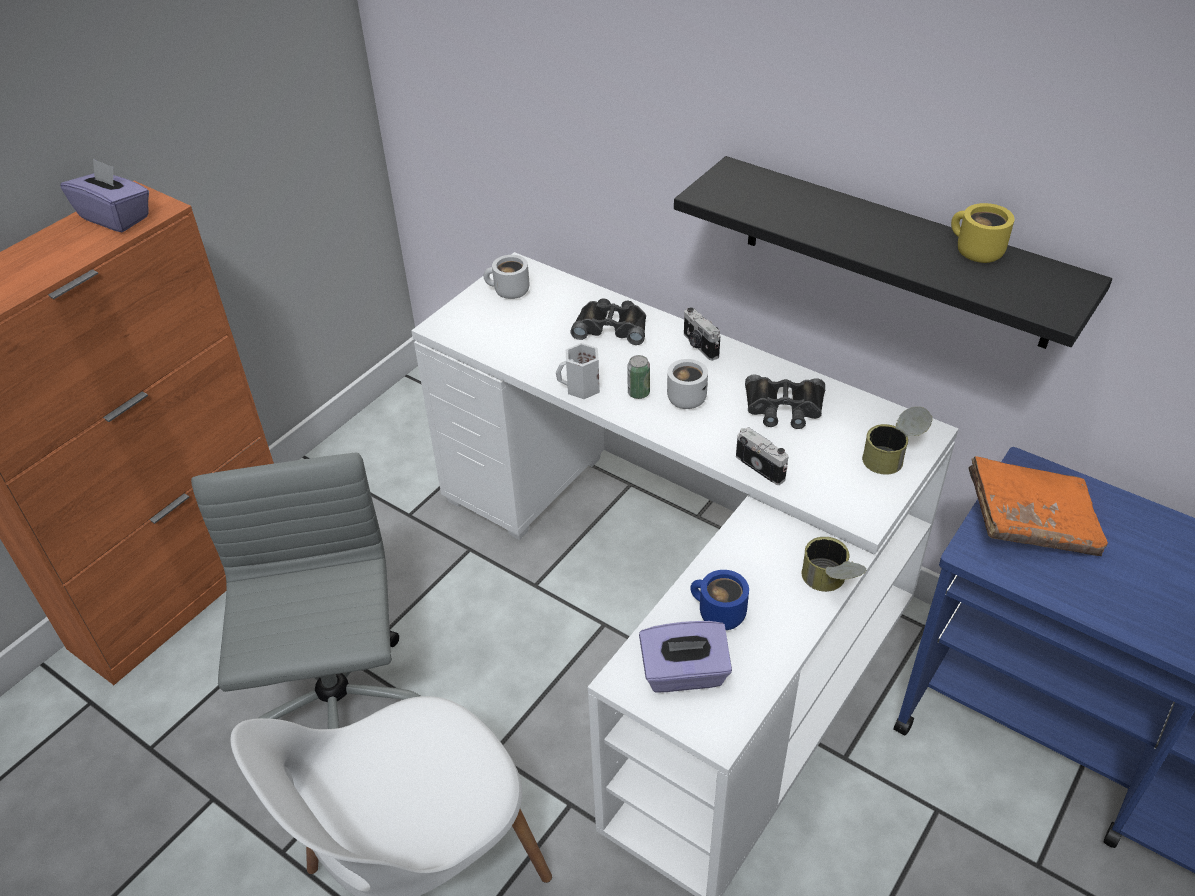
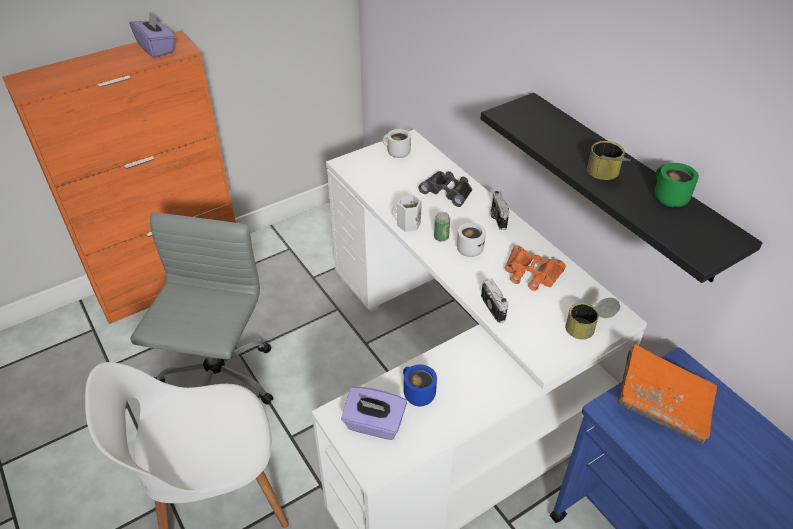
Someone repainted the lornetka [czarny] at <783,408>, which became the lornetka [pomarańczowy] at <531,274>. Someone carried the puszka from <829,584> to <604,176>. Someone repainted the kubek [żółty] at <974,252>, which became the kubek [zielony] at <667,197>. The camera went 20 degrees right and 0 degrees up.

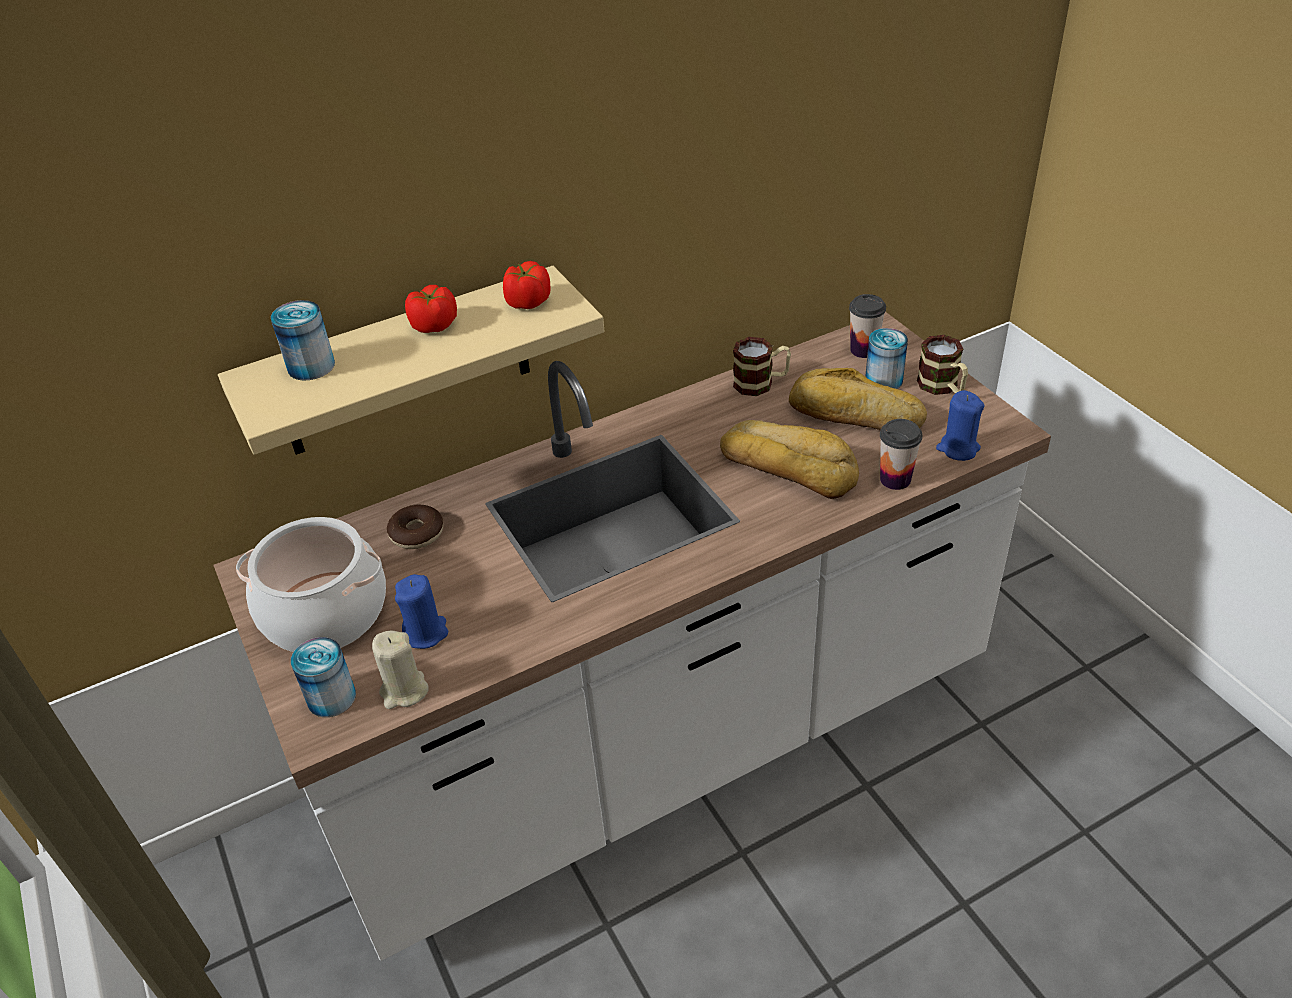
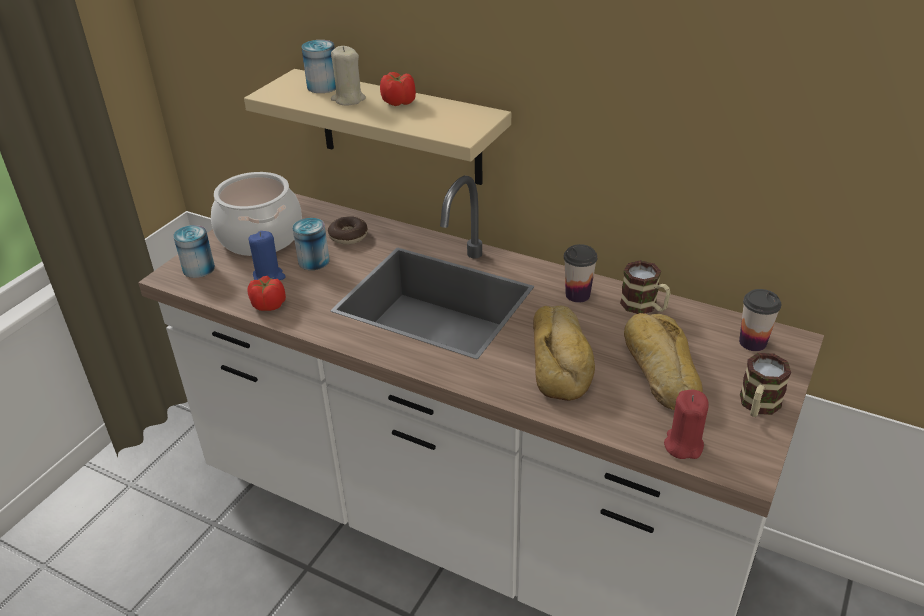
Someone carried the pomidor from <528,302> to <268,305>. Someone carried the puszka from <883,380> to <314,261>. Someone carried the świeca [beżowy] from <404,691> to <348,99>. Someone carried the filiżanka from <895,479> to <577,295>. Someone repainted the świeca [niebieski] at <958,448>, which became the świeca [czerwony] at <683,445>. The camera went 55 degrees right and 5 degrees down.

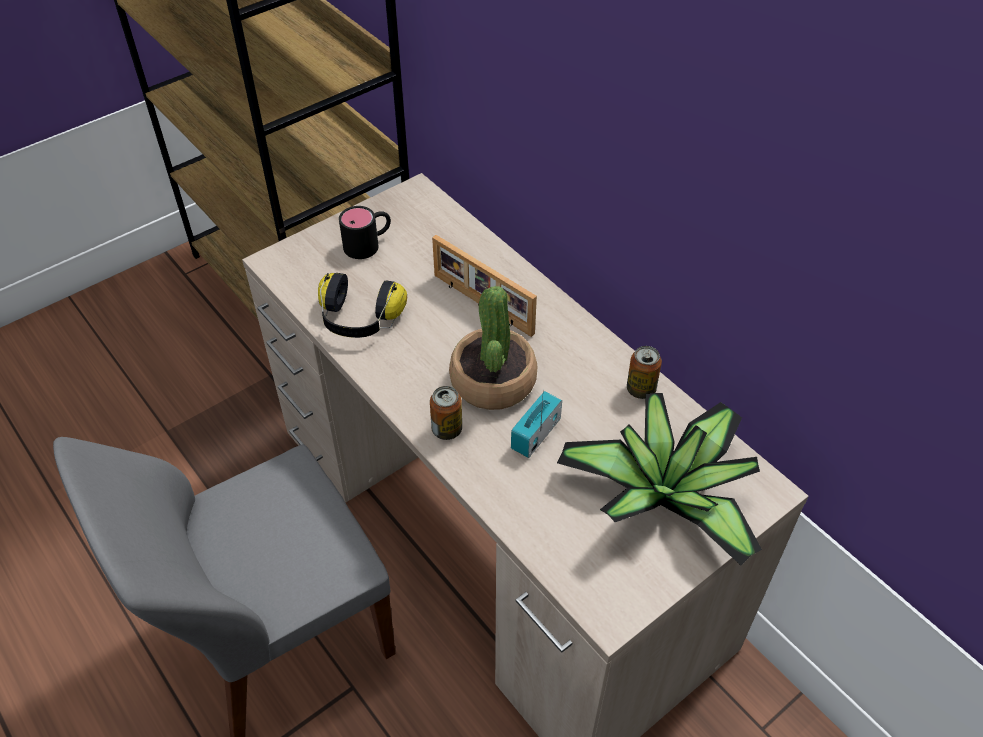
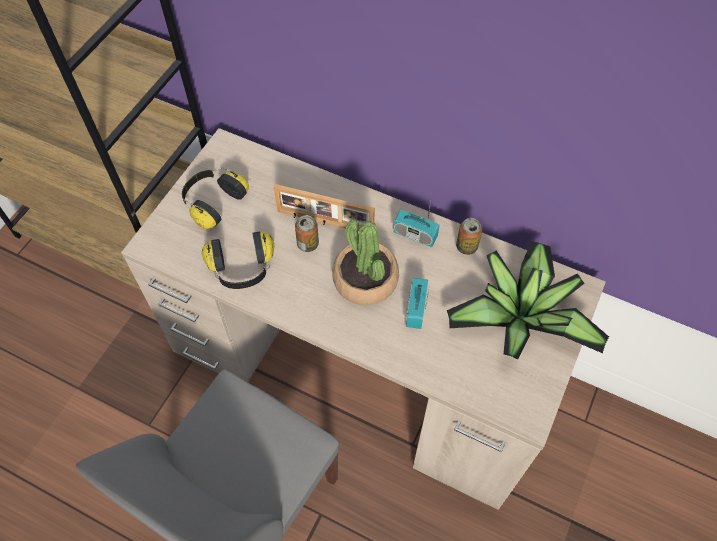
Someone swapped the kubek [czarny] at <368,244> for the słuchawki at <213,203>. Someone carried the puszka from <447,429> to <308,244>. Someone put down the radio at <415,235>. The camera went 25 degrees left and 10 degrees up.

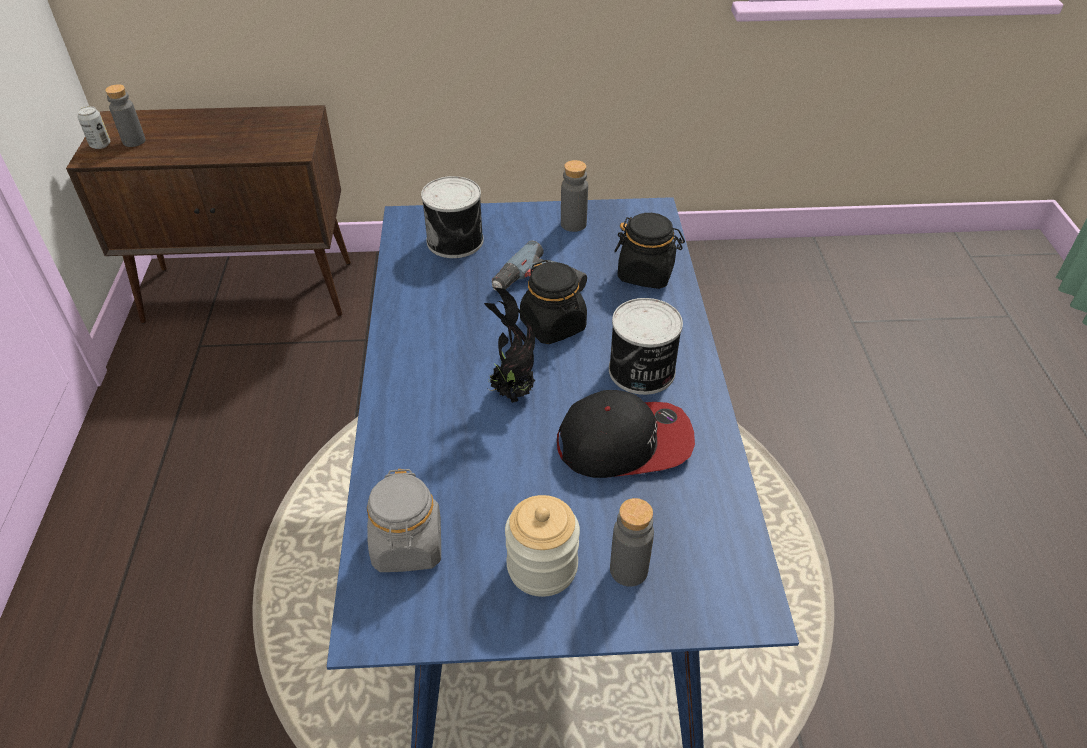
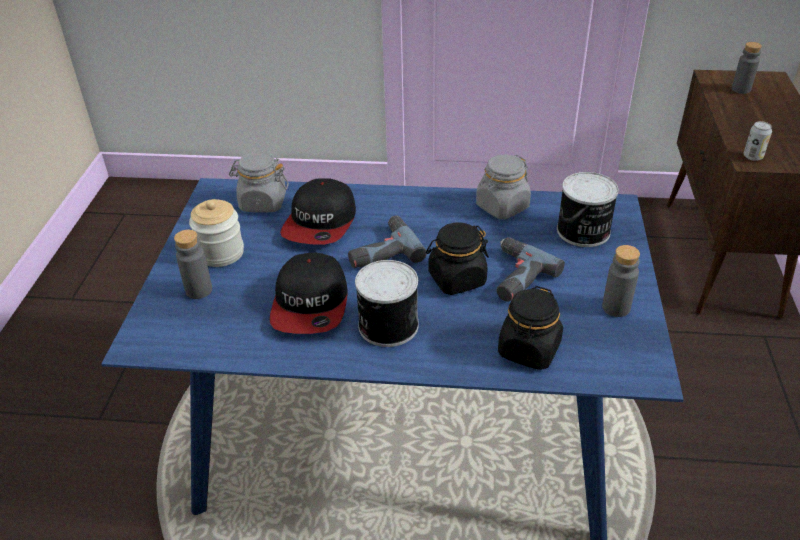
Someone put down the czapka z daszkiem at <321,223>. Someone swapped the roślina doniczkowa at <510,393> for the wiertarka at <381,250>. Someone put down the słoik [szary] at <502,207>. Someone carried the puszka from <100,145> to <753,157>. The camera went 100 degrees right and 5 degrees down.

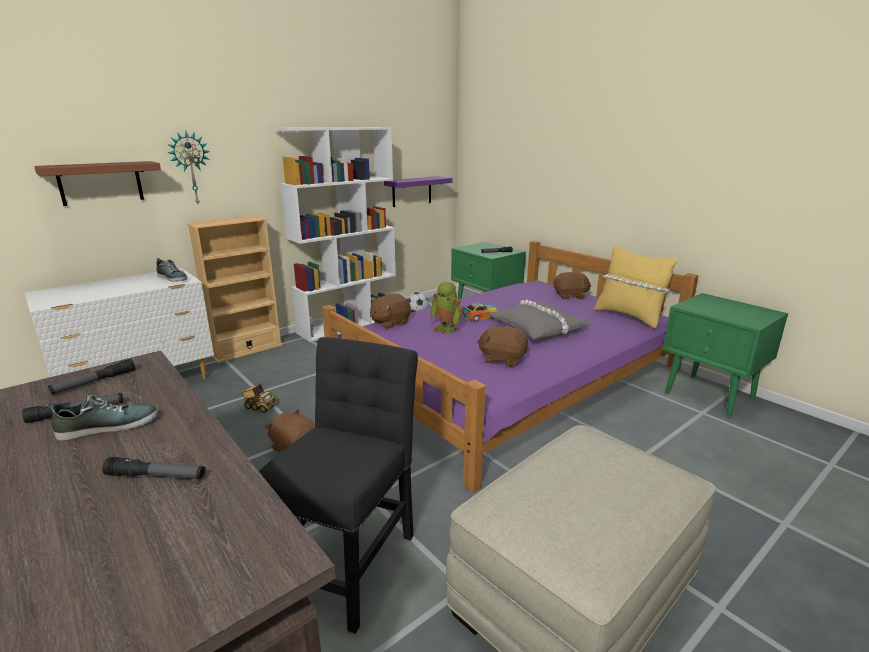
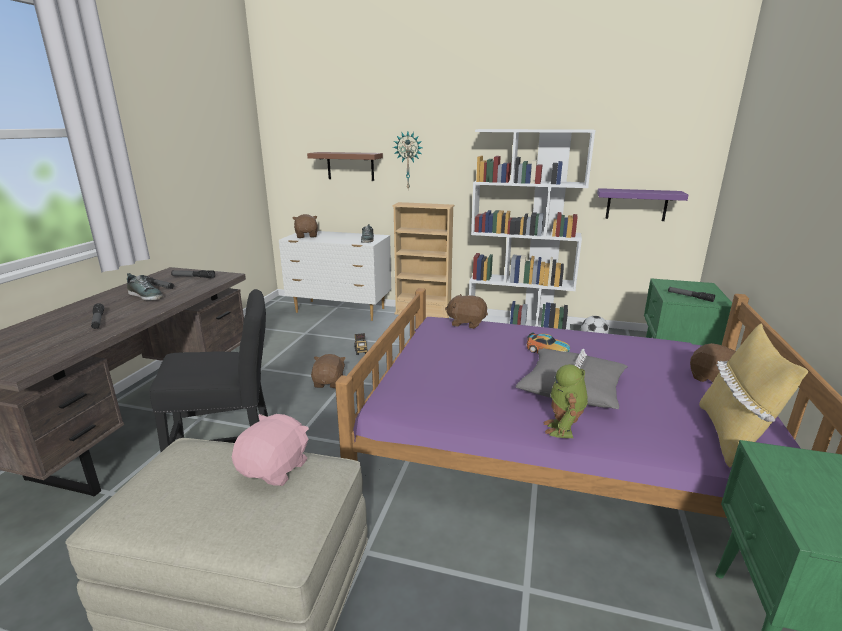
Someone put down the pluszak [różowy] at <275,469>. Someone carried the pluszak [brązowy] from <502,359> to <307,236>. Someone carried the robot zabawkowy from <446,328> to <563,429>. The camera went 55 degrees right and 0 degrees up.

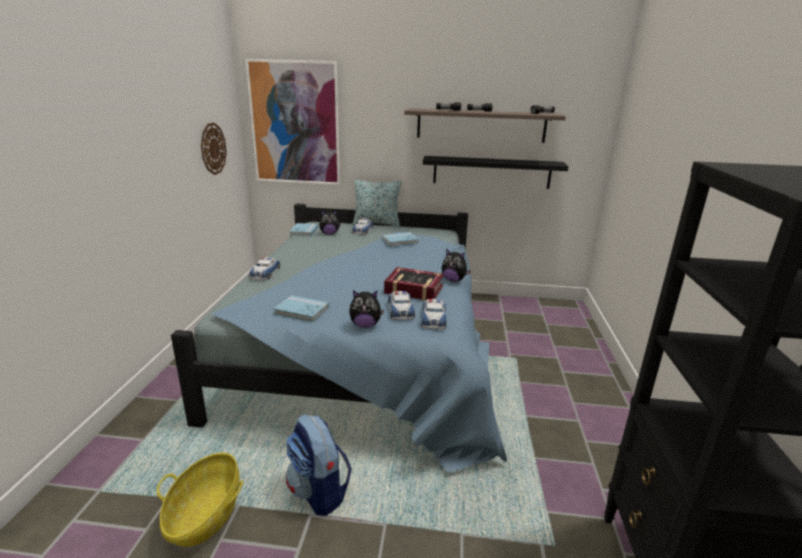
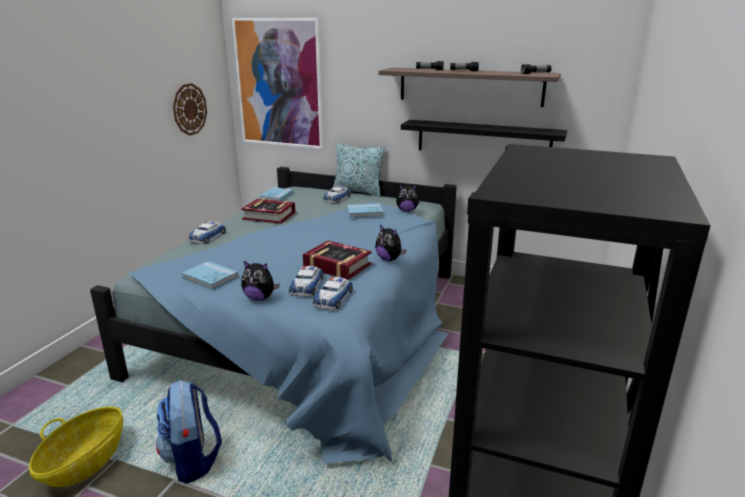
Someone put down the książka at <269,216>. Someone carried the pluszak from <329,234> to <407,210>. The camera went 15 degrees right and 0 degrees up.

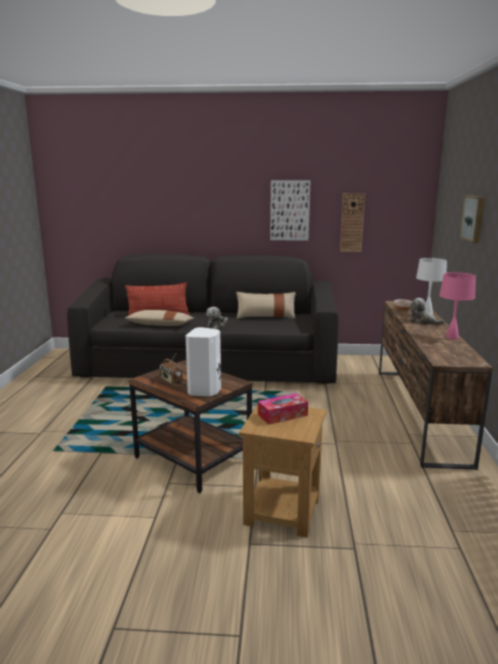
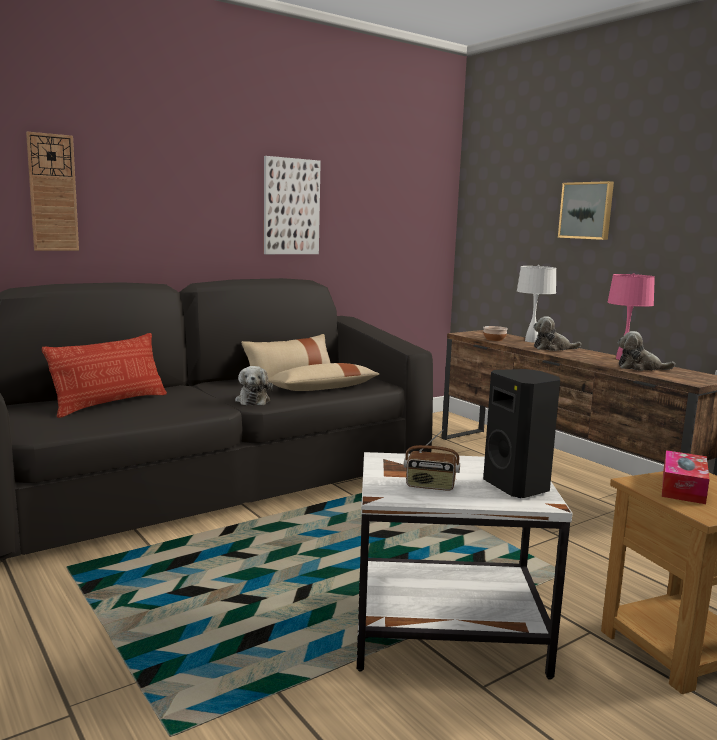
Someone carried the zegar ścienny from <352,222> to <53,193>. Someone carried the poduszka [beżowy] from <160,325> to <323,389>. Someone repainted the stolik [brązowy] at <193,459>, which became the stolik [biały] at <447,631>. Someone repainted the głośnik [biały] at <205,391>, which became the głośnik [czarny] at <518,487>. Someone put down the pluszak at <640,368>. The camera went 40 degrees left and 5 degrees down.

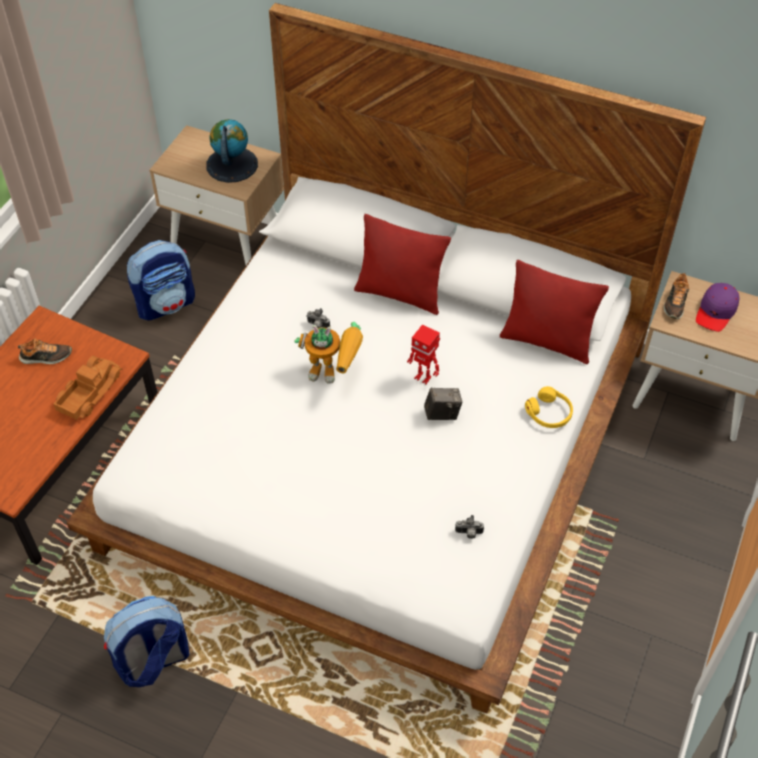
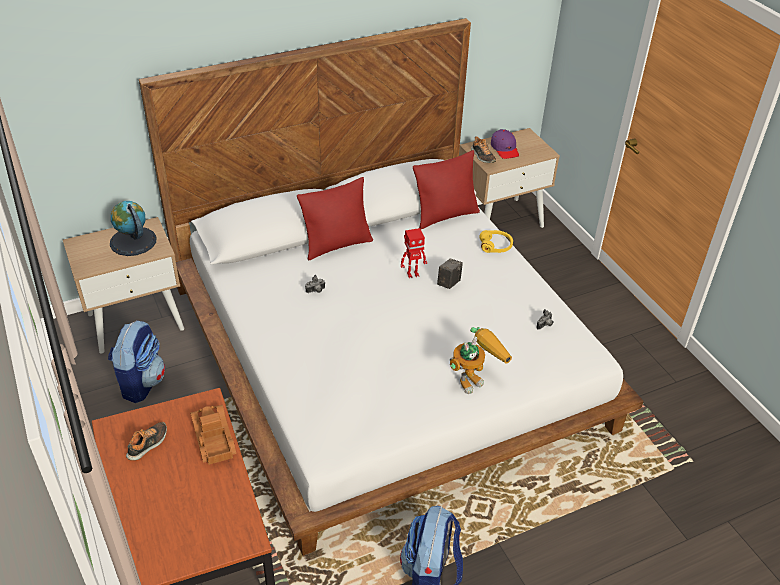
Someone carried the robot zabawkowy from <334,372> to <474,377>. The camera went 50 degrees left and 10 degrees down.

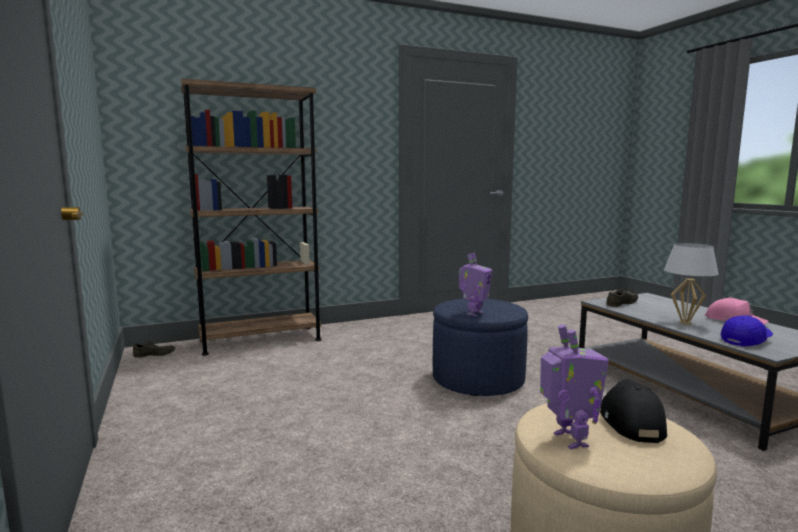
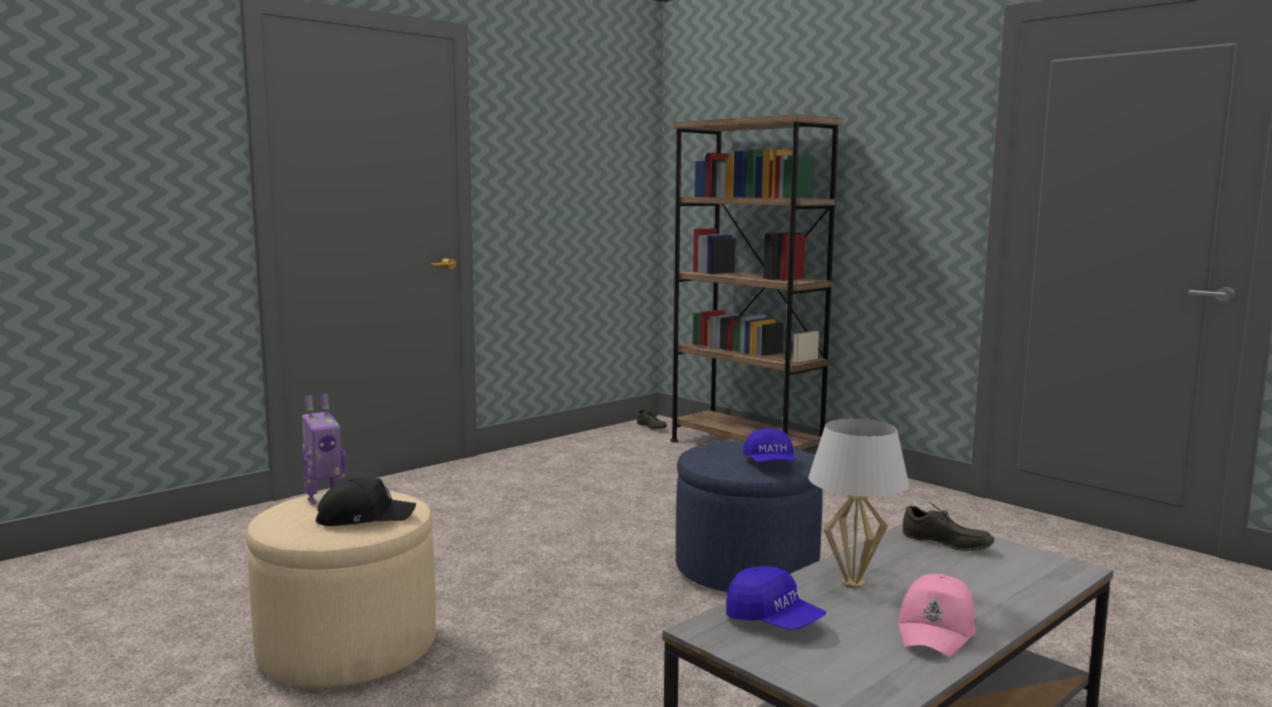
Someone put down the czapka z daszkiem [niebieski] at <770,463>. Someone took away the robot zabawkowy at <474,313>. The camera went 70 degrees right and 0 degrees up.

